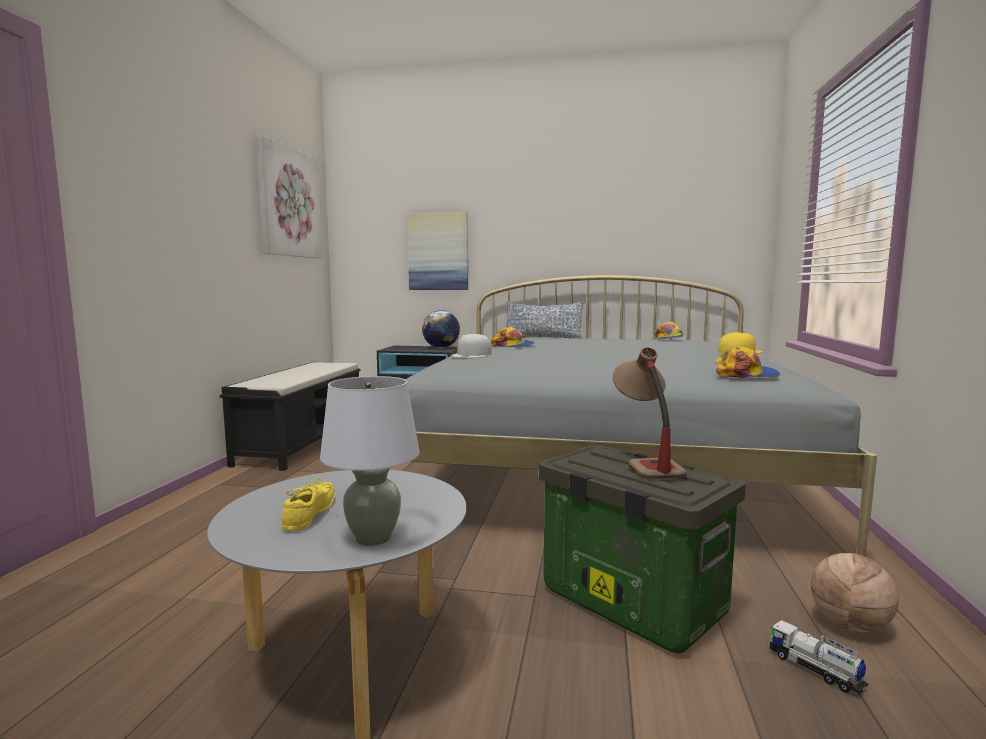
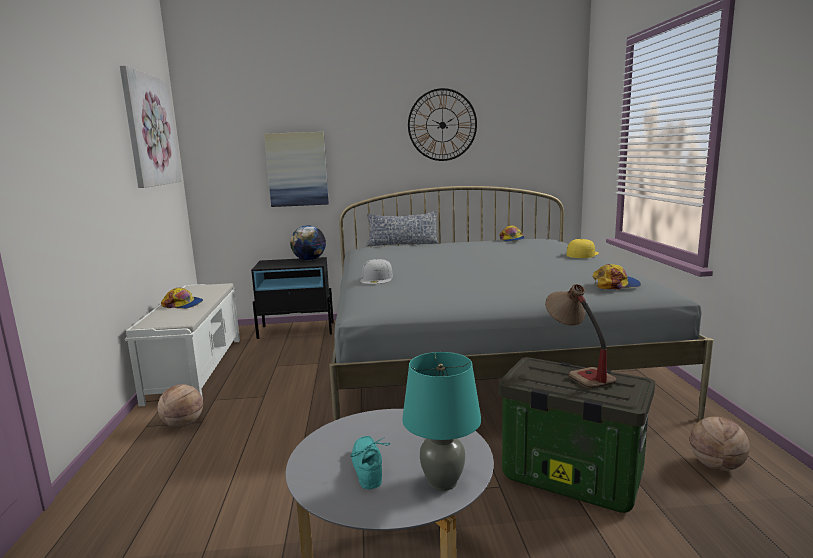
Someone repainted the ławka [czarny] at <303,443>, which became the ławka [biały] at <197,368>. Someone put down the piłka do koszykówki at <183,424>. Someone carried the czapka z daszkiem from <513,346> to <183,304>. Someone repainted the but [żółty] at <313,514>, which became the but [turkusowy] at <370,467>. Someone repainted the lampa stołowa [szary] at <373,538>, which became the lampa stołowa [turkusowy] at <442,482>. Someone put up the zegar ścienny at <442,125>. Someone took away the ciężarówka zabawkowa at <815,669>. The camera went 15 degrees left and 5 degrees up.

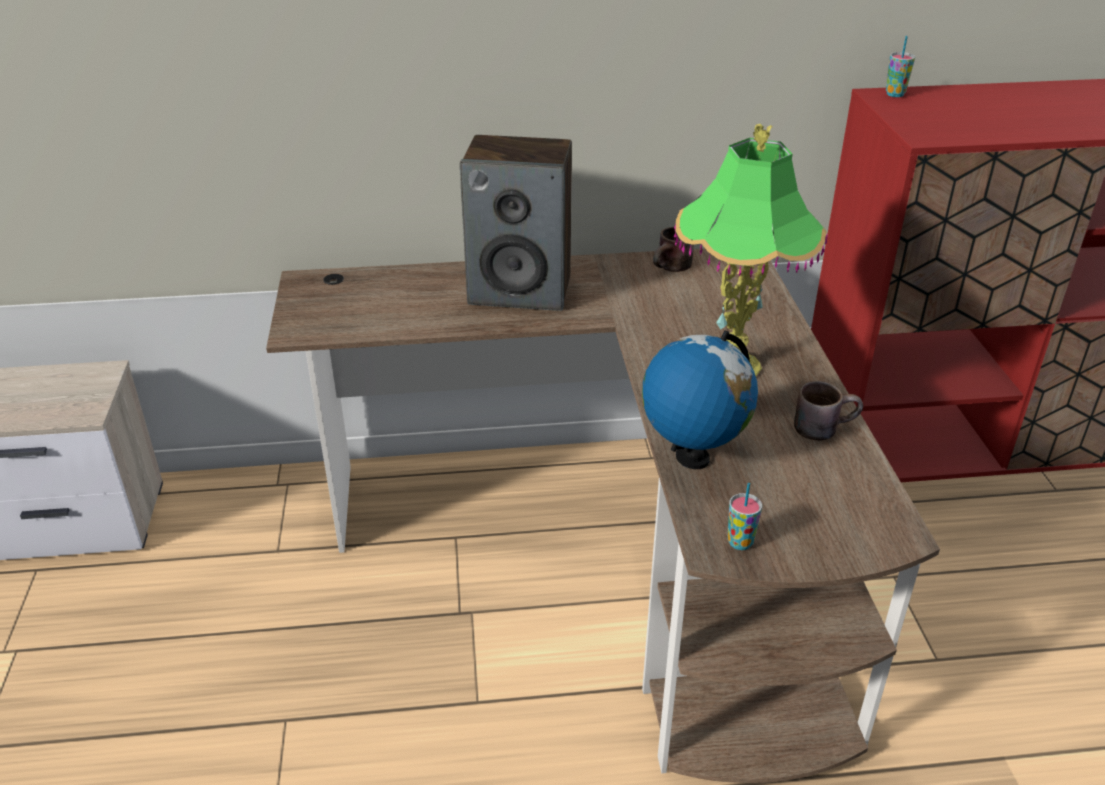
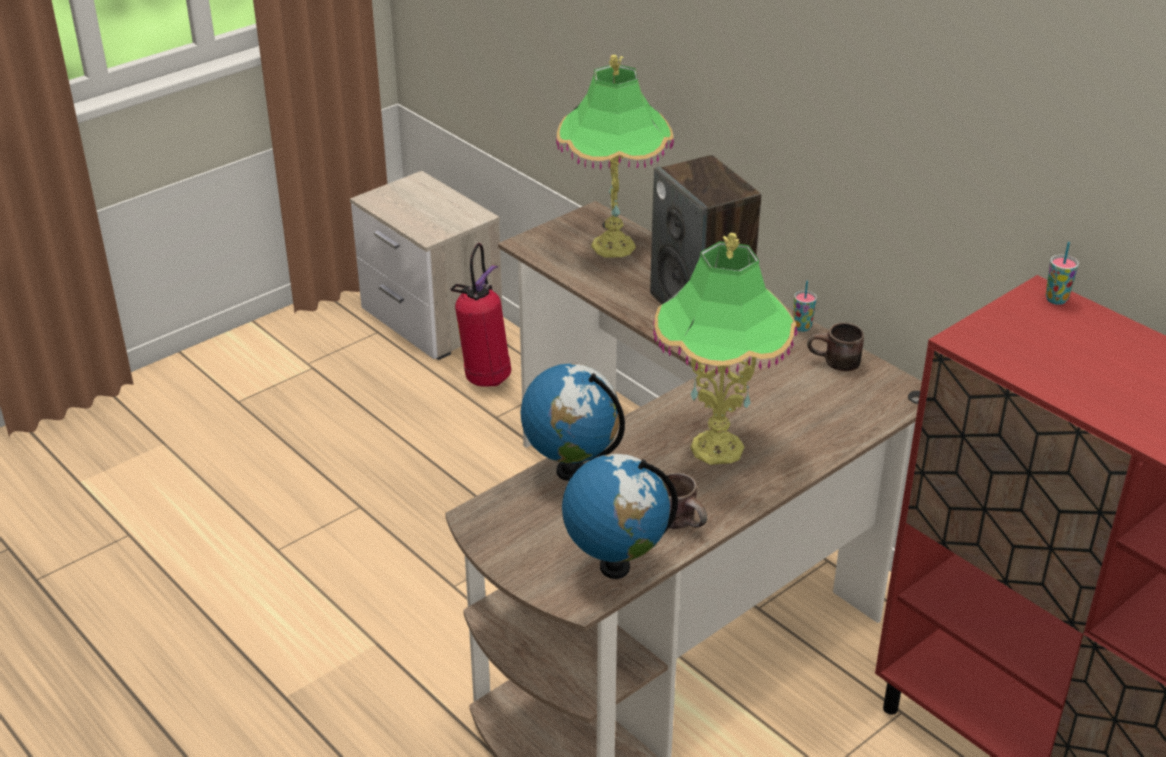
Someone put down the gaśnica at <486,378>. Someone put down the lampa stołowa at <612,246>. Someone put down the globus at <615,566>. Someone carried the filiżanka from <740,542> to <802,327>. The camera went 55 degrees right and 0 degrees up.

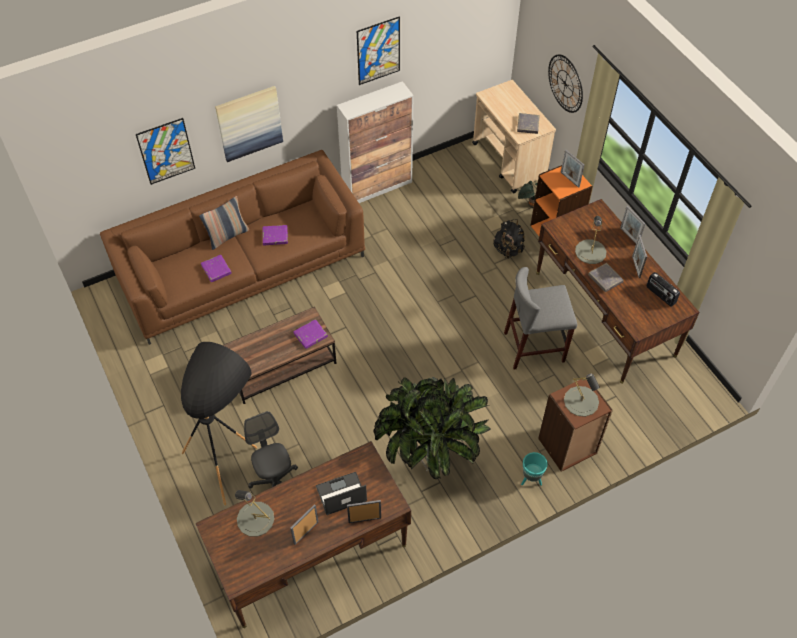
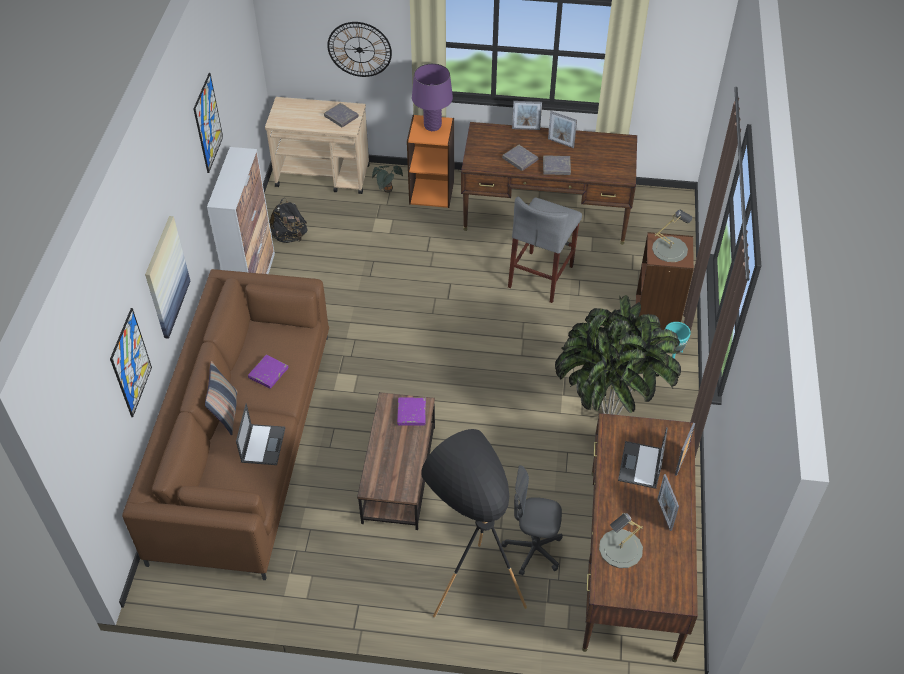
Someone swapped the książka [fioletowy] at <216,269> for the laptop at <263,444>. Someone carried the plecak [czarny] from <508,250> to <290,236>. Someone swapped the ramka na zdjęcie at <570,179> for the lampa stołowa [fioletowy] at <432,126>. Someone swapped the lampa stołowa [szary] at <590,251> for the książka [szary] at <520,159>. Someone took away the radio at <660,295>. The camera went 55 degrees left and 5 degrees down.

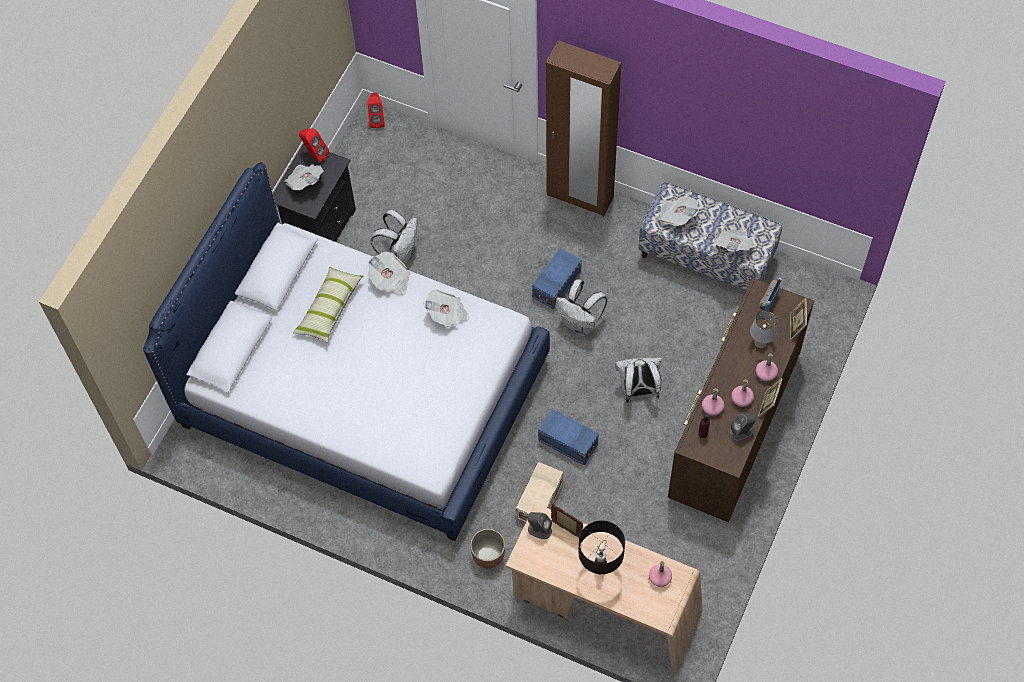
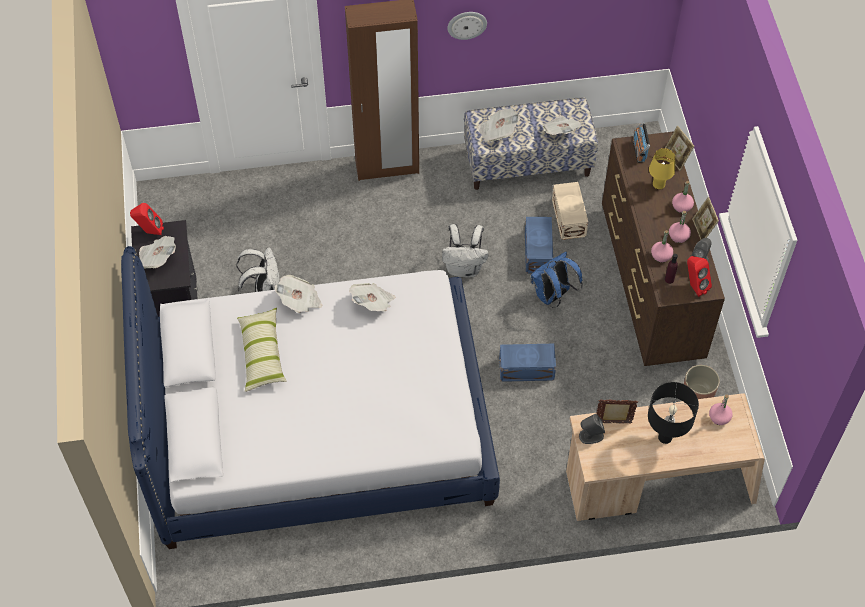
Someone put up the zegar ścienny at <467,24>. Someone carried the pojemnik do przechowywania [niebieski] from <555,285> to <537,253>. Someone repainted the plecak [biały] at <638,390>, which became the plecak [niebieski] at <552,296>. Someone carried the pojemnik do przechowywania [beżowy] from <541,500> to <569,217>. Someone repainted the lampa stołowa [szary] at <760,343>, which became the lampa stołowa [żółty] at <658,185>. Someone carried the donica from <488,555> to <697,394>. Someone carried the głośnik [czerwony] from <377,120> to <694,286>. The camera went 35 degrees left and 5 degrees down.

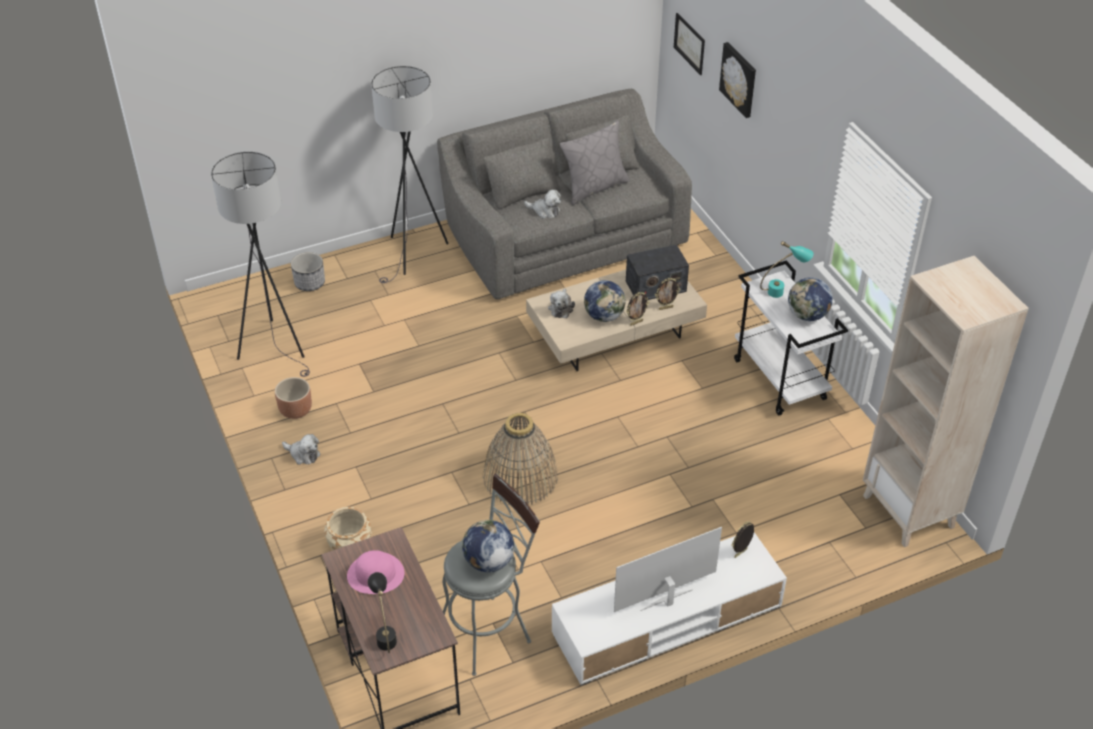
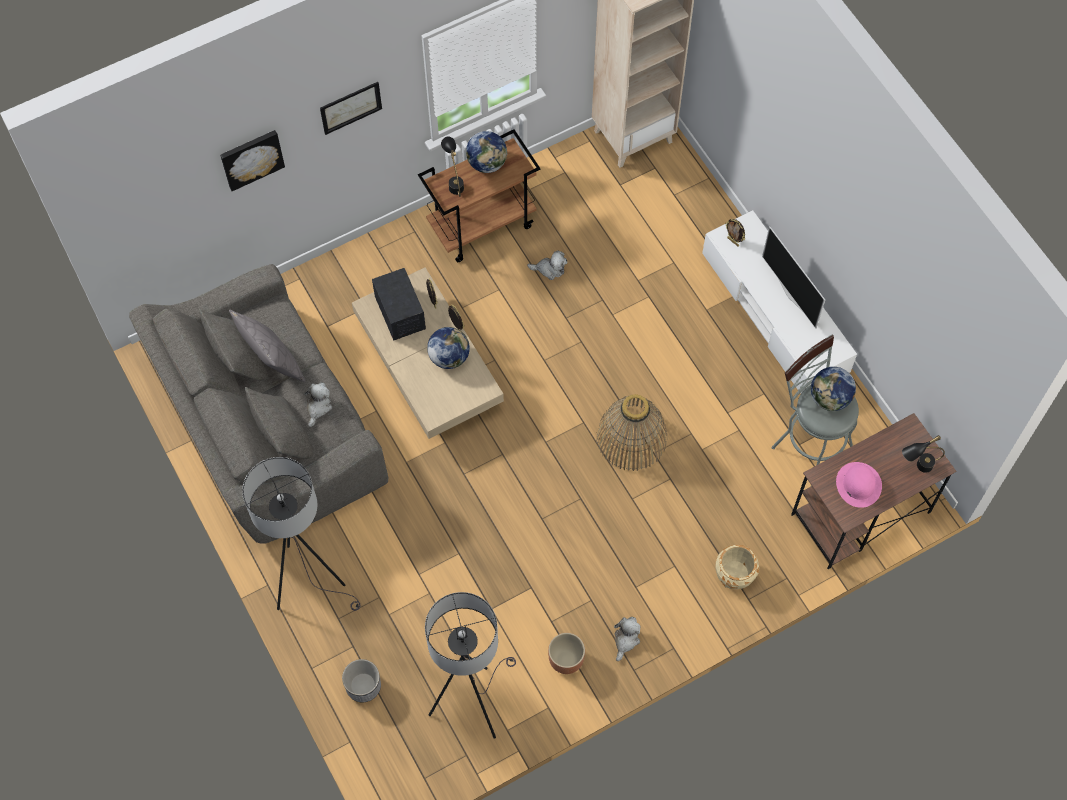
Someone carried the obraz from <689,43> to <351,107>. Someone repainted the wózek [biały] at <780,380>, which became the wózek [brązowy] at <482,225>. Someone repainted the lampa stołowa [turkusowy] at <782,291>, which became the lampa stołowa [czarny] at <454,182>. Someone carried the pluszak from <561,308> to <550,269>. The camera went 95 degrees left and 20 degrees up.

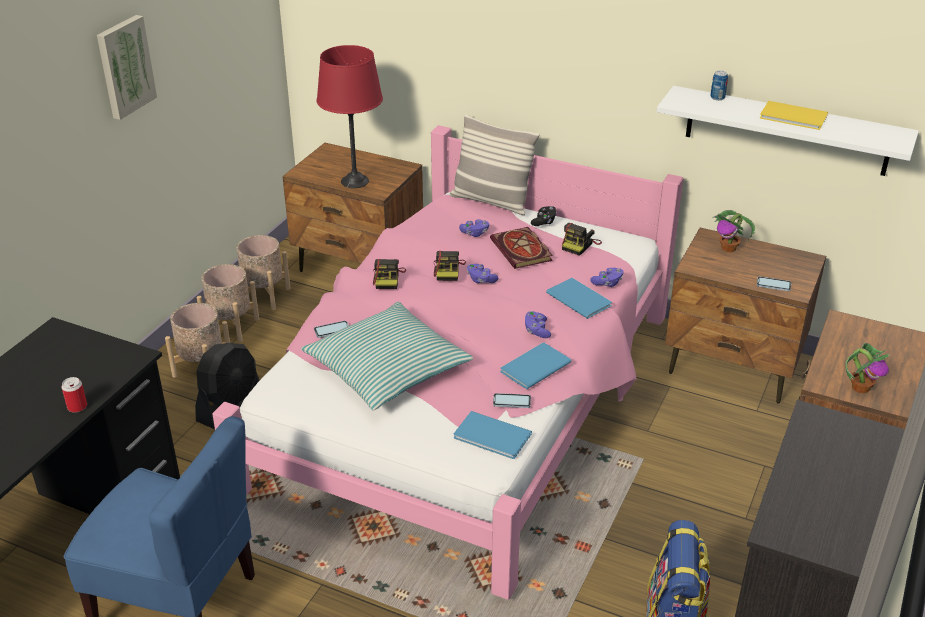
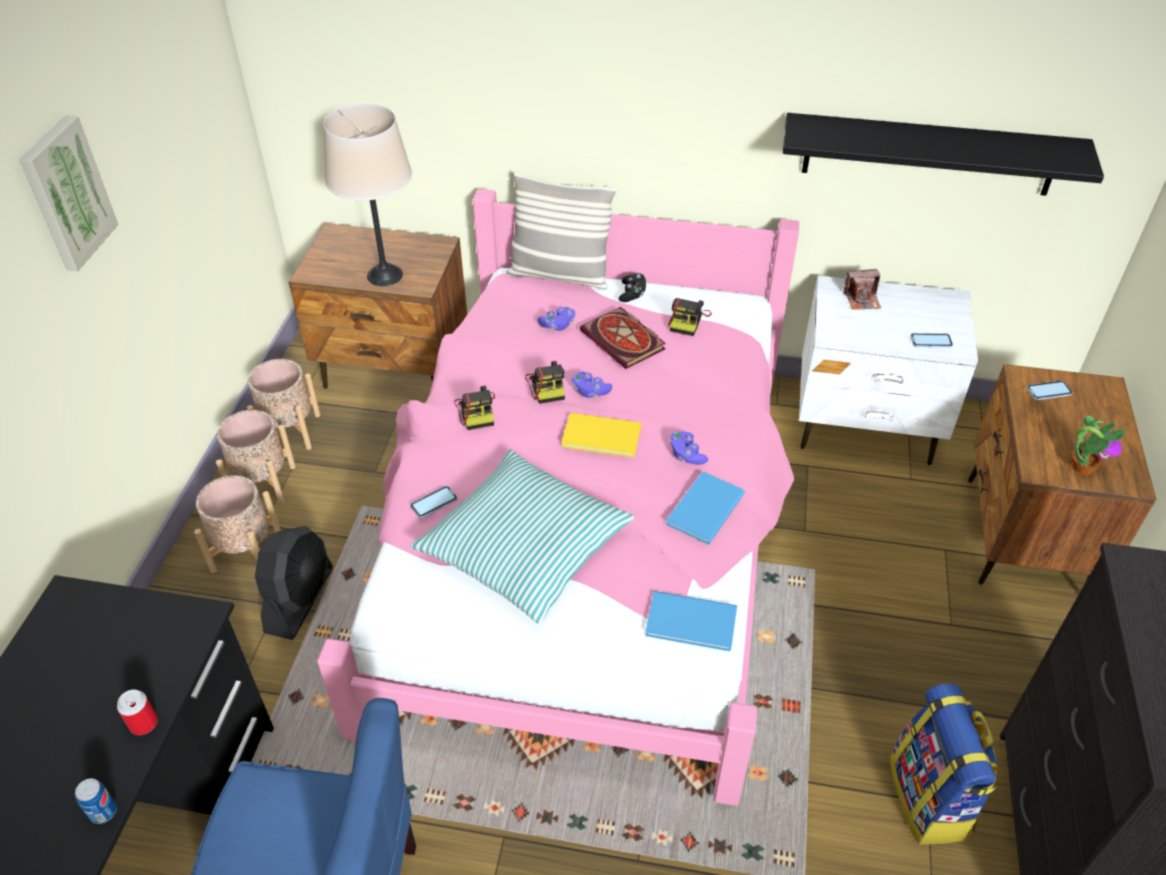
Someone carried the puszka from <717,97> to <103,811>. Someone repainted the lampa stołowa [czerwony] at <354,181>, which became the lampa stołowa [beżowy] at <384,275>. Someone carried the książka [żółty] from <794,117> to <603,437>. Someone repainted the półka [biały] at <786,131>, which became the półka [czarny] at <929,154>. Someone repainted the szafka nocna [brązowy] at <733,366>, which became the szafka nocna [biały] at <866,426>. Someone swapped the roślina doniczkowa at <729,248> for the aparat fotograficzny at <862,299>. Someone carried the telefon from <511,401> to <1048,391>. Someone took away the książka [niebieski] at <579,298>. Someone took away the pad do gier [fioletowy] at <607,283>. The camera went 15 degrees left and 10 degrees up.

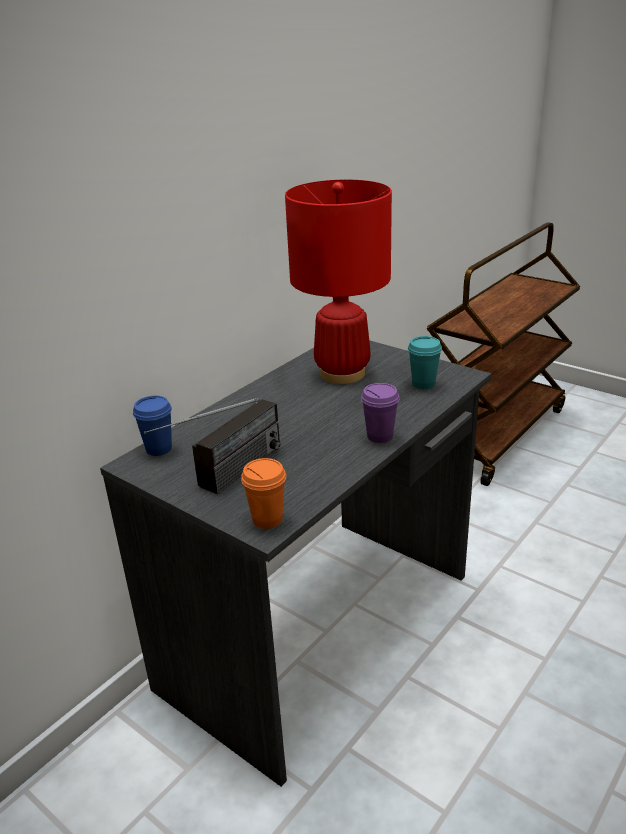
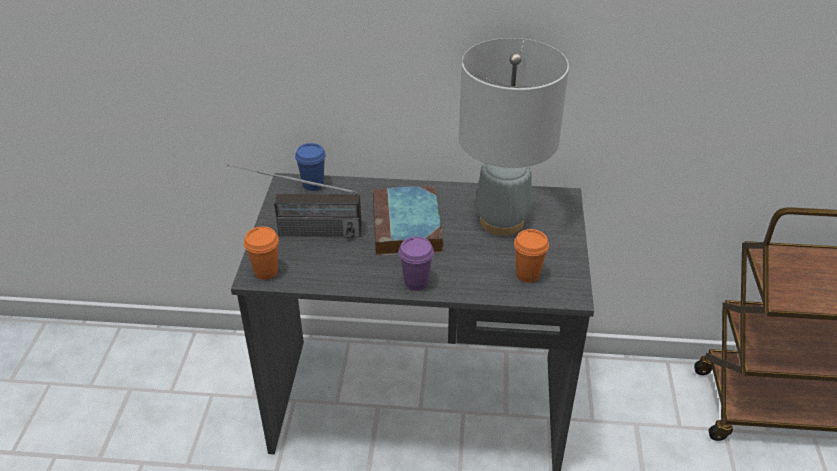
Someone put down the książka at <407,228>. Someone repainted the lampa stołowa [czerwony] at <343,373>, which became the lampa stołowa [szary] at <501,221>. Someone repainted the filiżanka [turkusowy] at <423,384>, which became the filiżanka [pomarańczowy] at <527,274>. The camera went 55 degrees right and 10 degrees up.

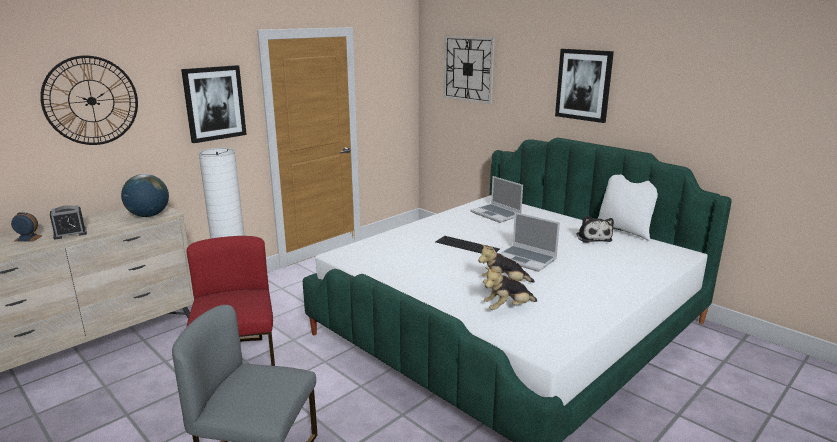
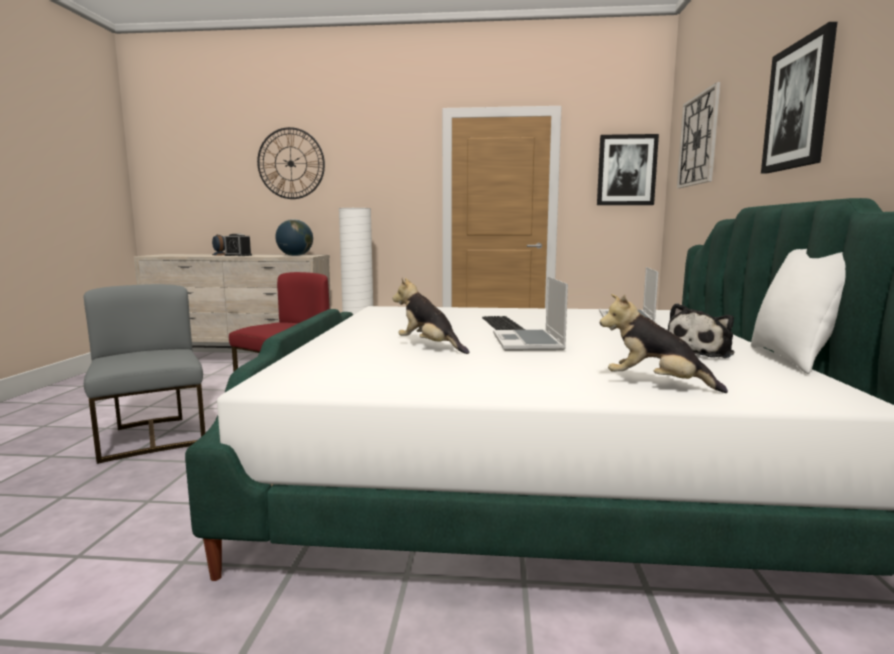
Someone carried the obraz from <214,103> to <626,170>. Someone carried the pluszak from <508,308> to <655,385>. The camera went 50 degrees right and 10 degrees down.

